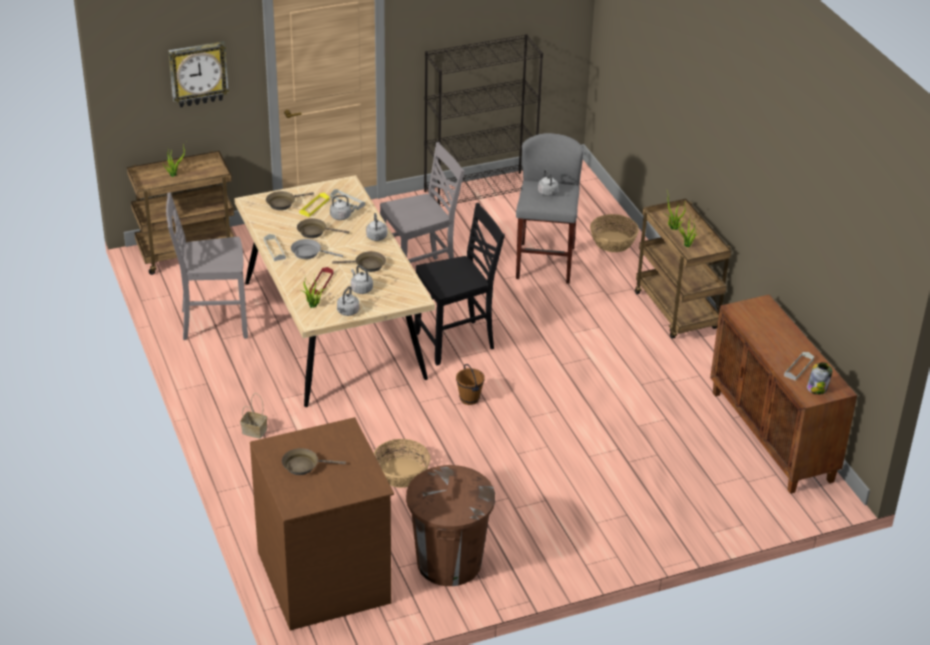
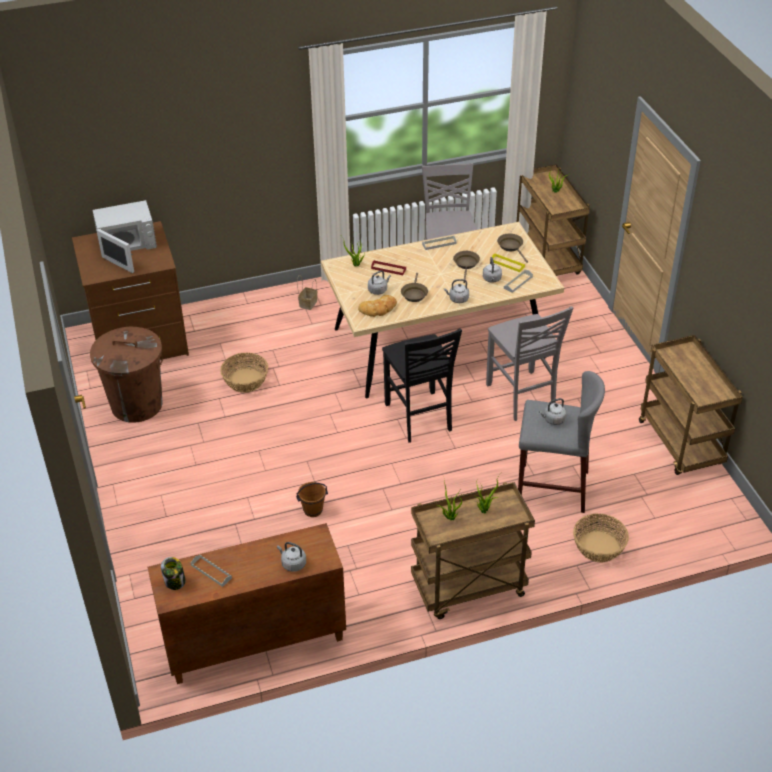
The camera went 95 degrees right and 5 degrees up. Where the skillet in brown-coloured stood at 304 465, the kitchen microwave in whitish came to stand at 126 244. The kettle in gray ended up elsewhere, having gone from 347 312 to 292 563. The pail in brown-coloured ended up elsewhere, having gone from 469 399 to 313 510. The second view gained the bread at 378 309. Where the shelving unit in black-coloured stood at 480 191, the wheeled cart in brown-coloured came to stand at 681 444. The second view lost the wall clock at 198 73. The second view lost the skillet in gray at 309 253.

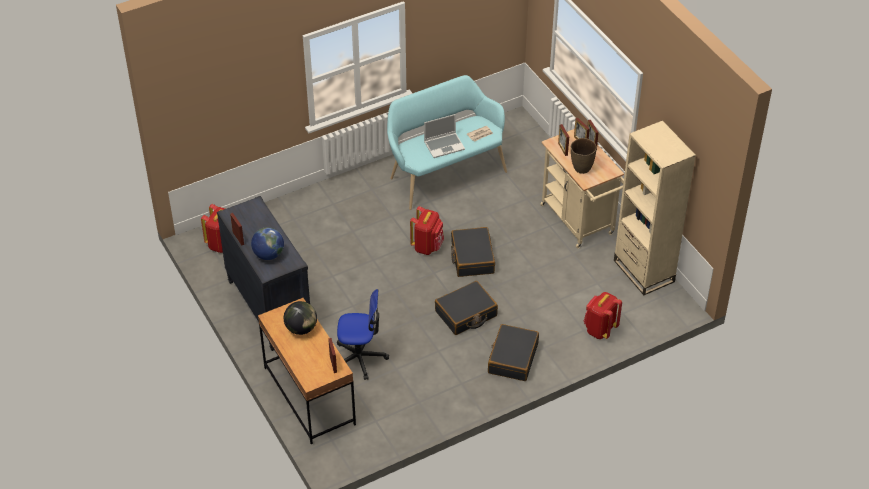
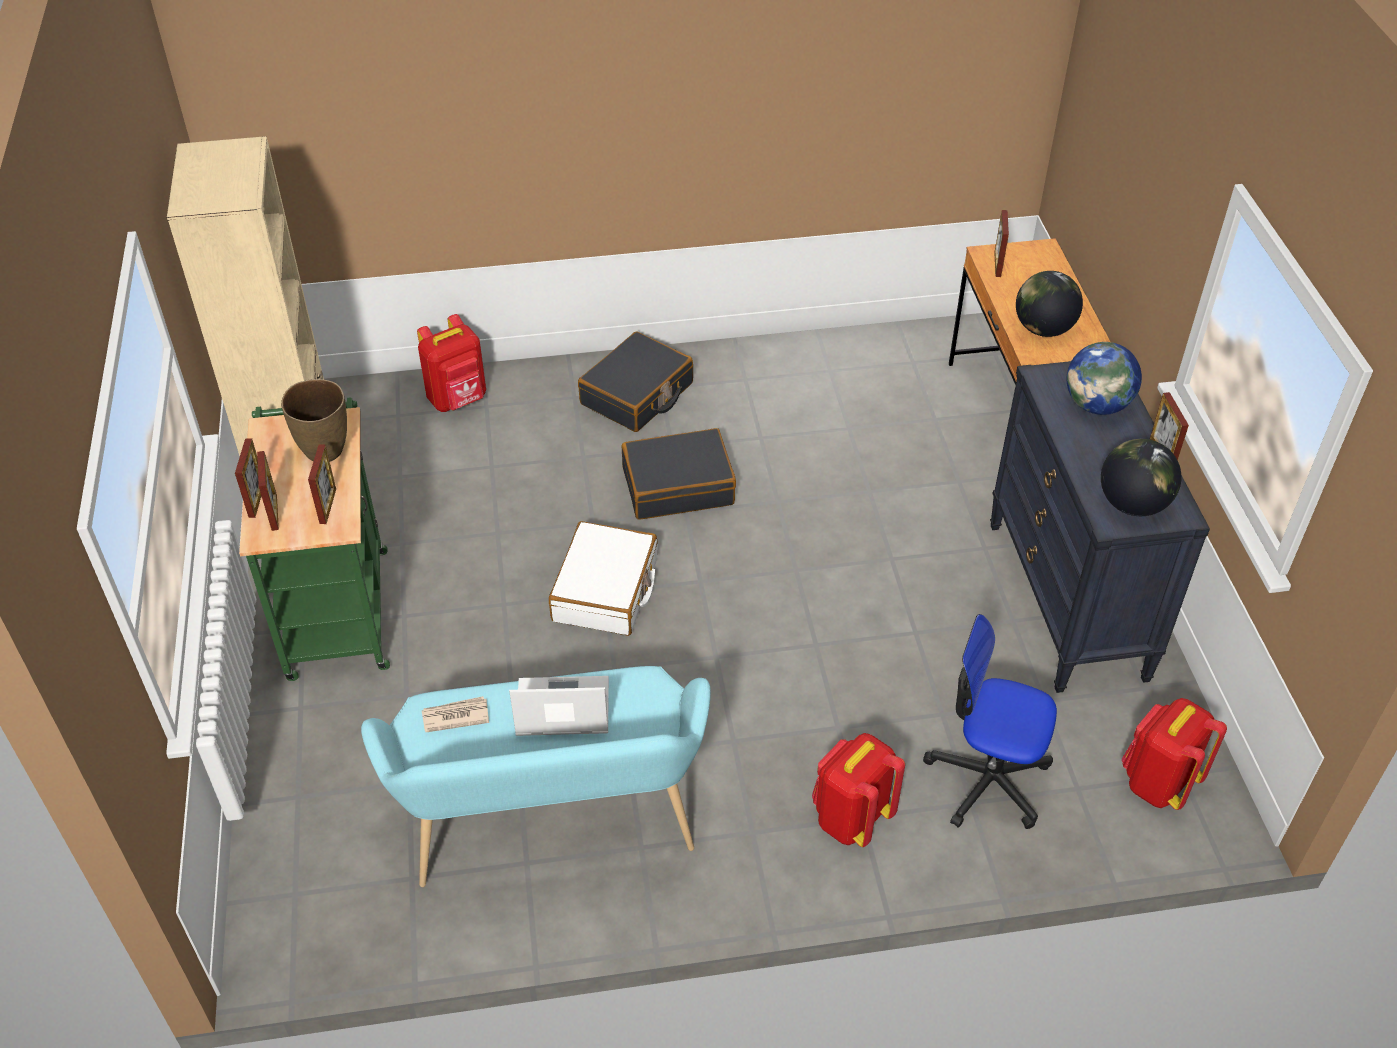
The camera went 160 degrees left and 0 degrees up. What was the wheeled cart in sand-coloured at 580 222 turned into the wheeled cart in green-coloured at 337 604. What was the piece of luggage in black-coloured at 472 258 turned into the piece of luggage in whitish at 606 591. The knapsack in red-coloured ended up elsewhere, having gone from 427 246 to 851 818. The office chair ended up elsewhere, having gone from 360 357 to 987 779. The second view gained the desk globe at 1132 504.

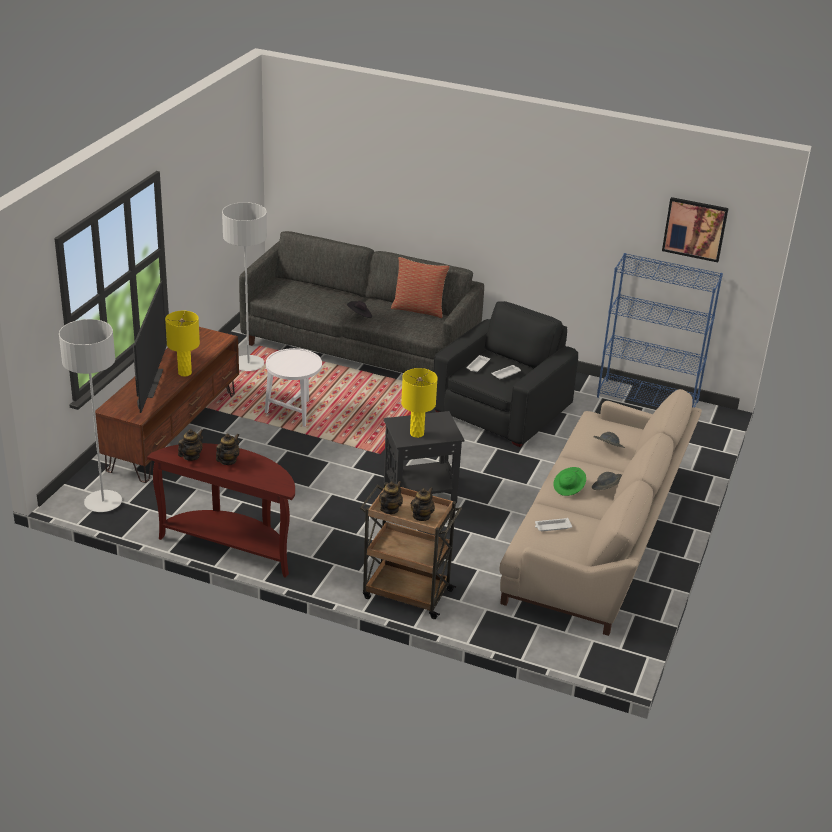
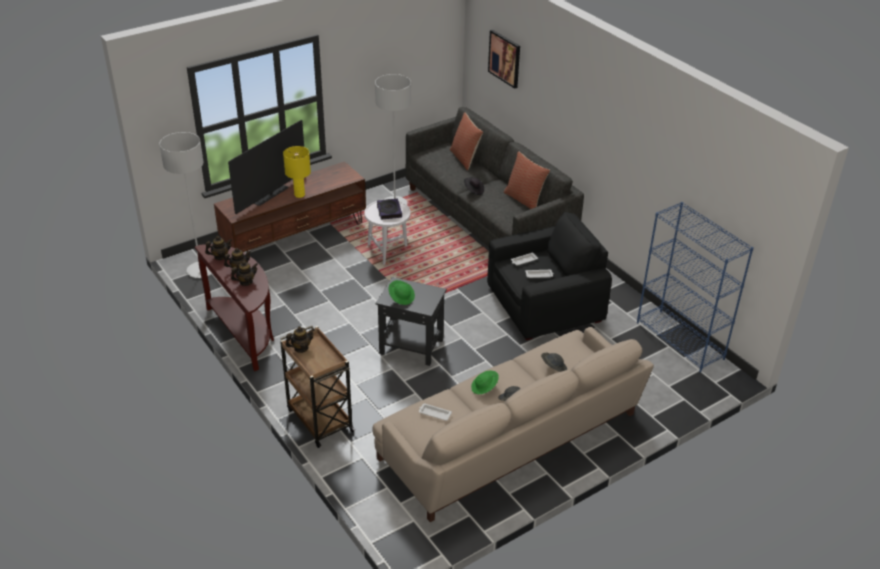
The camera went 35 degrees right and 5 degrees up. The tea pot ended up elsewhere, having gone from 421 516 to 246 282. The second view gained the book at 389 211. Where the lamp for a table in yellowish stood at 417 433, the clothing hat in green-coloured came to stand at 401 297. The second view gained the cushion at 465 158. The picture ended up elsewhere, having gone from 695 229 to 504 58.

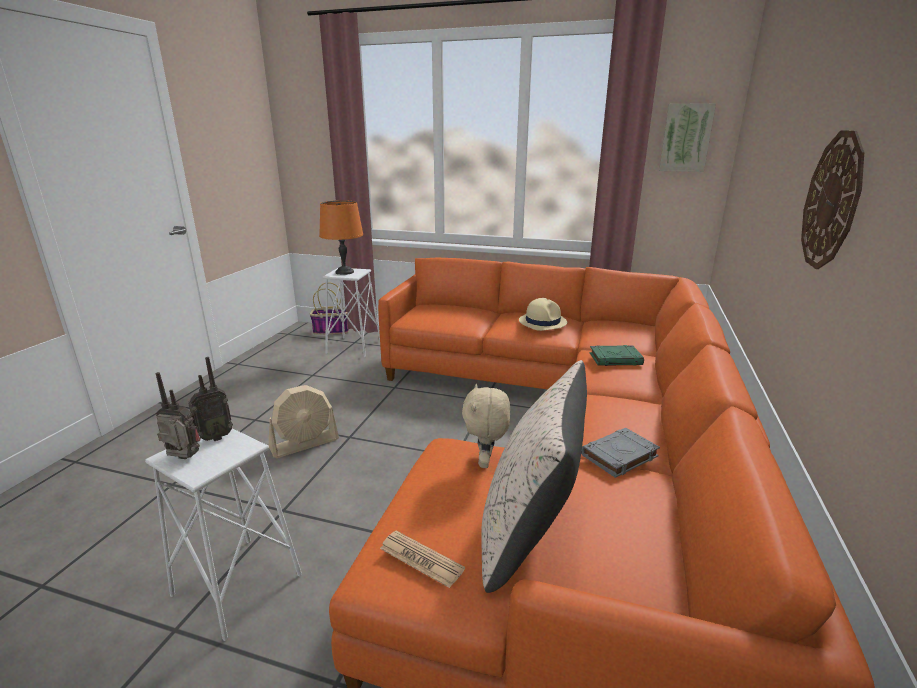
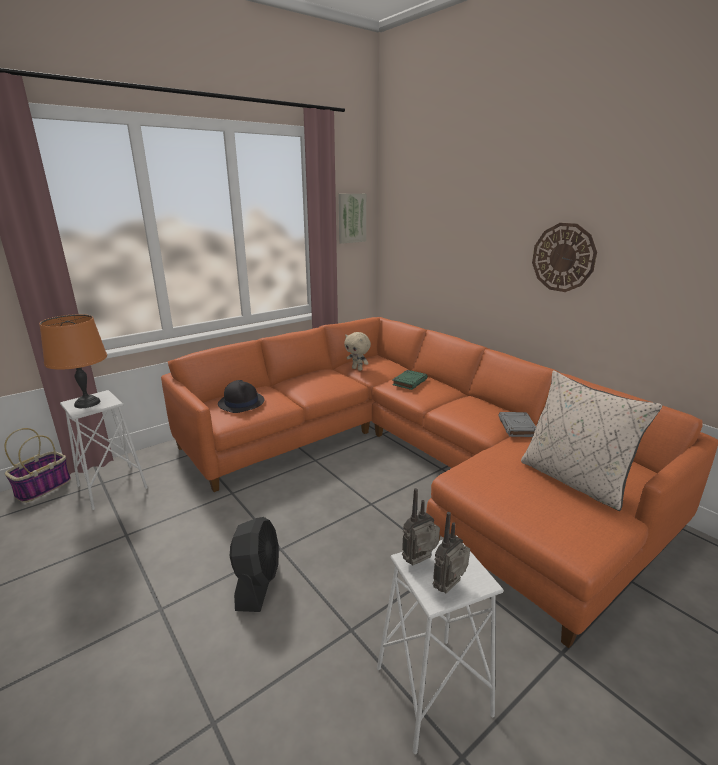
The camera went 55 degrees left and 0 degrees up. The second view gained the clothing hat in black-coloured at 241 402. What was the fan in sand-coloured at 305 443 turned into the fan in black-coloured at 257 582. The plush toy in sand-coloured ended up elsewhere, having gone from 486 462 to 357 369. The radio at 214 437 ended up facing another way, 120 degrees counterclockwise from before. The second view lost the printed paper at 421 559. The second view lost the clothing hat in sand-coloured at 542 322.

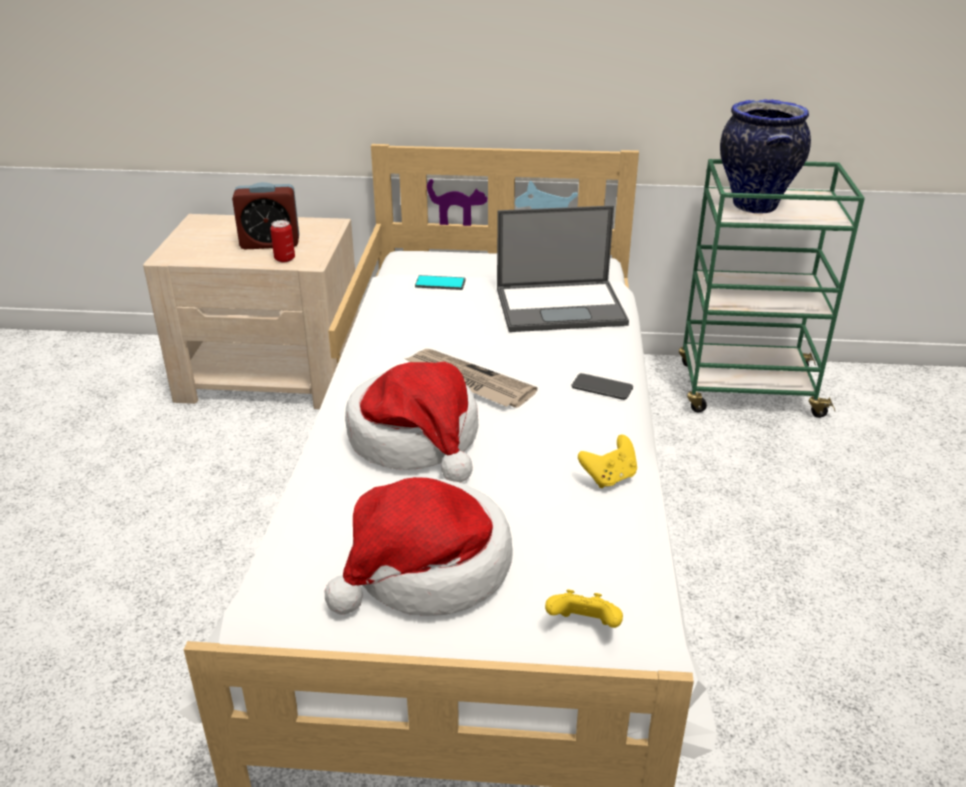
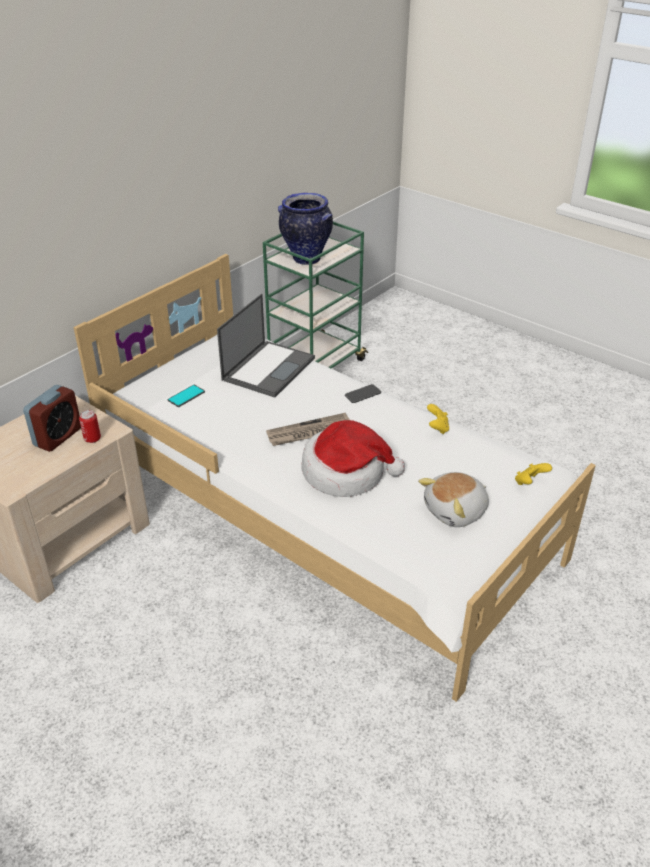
The camera went 55 degrees left and 5 degrees up. Where the clothing hat stood at 427 569, the plush toy came to stand at 456 511.

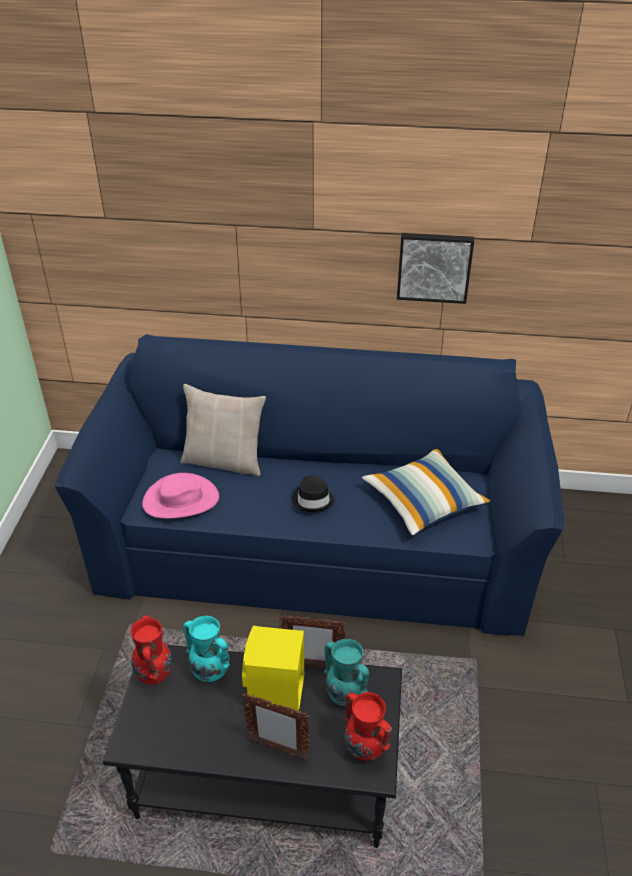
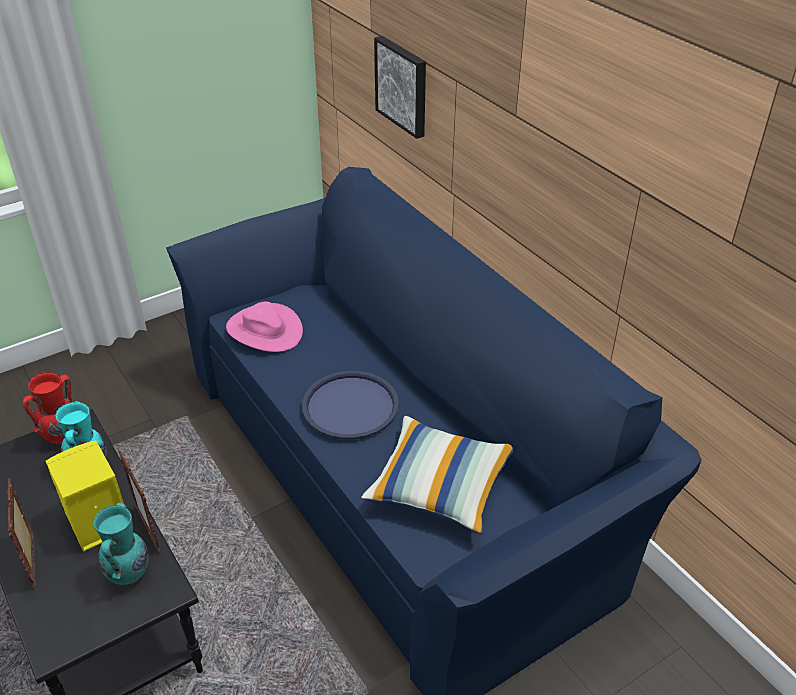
The camera went 50 degrees right and 0 degrees up. Where the clothing hat in black-coloured stood at 313 499, the tray in blue-coloured came to stand at 350 406. The picture ended up elsewhere, having gone from 434 266 to 403 86. The second view lost the cushion in sand-coloured at 224 460. The second view lost the vase in red-coloured at 365 749.

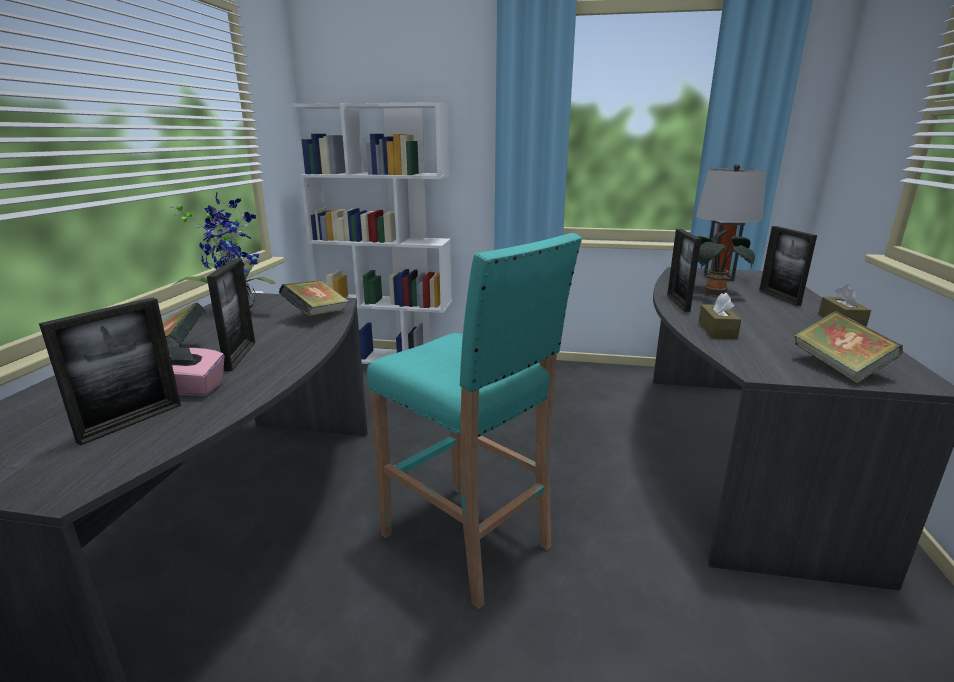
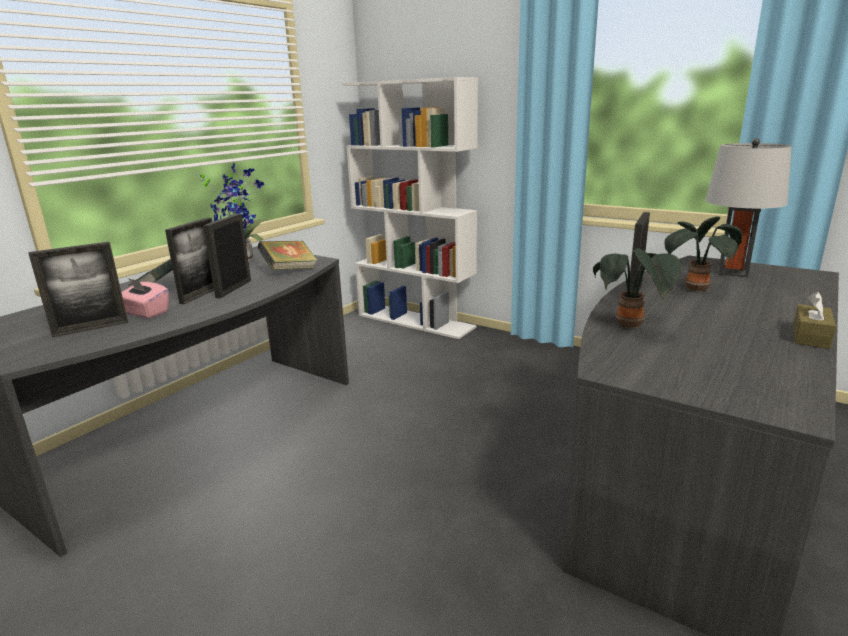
The camera went 25 degrees right and 0 degrees up. The photo frame ended up elsewhere, having gone from 779 297 to 234 289. Where the box of tissues in brown-coloured stood at 717 330, the plant in a pot came to stand at 631 326. The second view lost the sitting stool in turquoise-coloured at 468 542. The second view lost the book at 839 367.

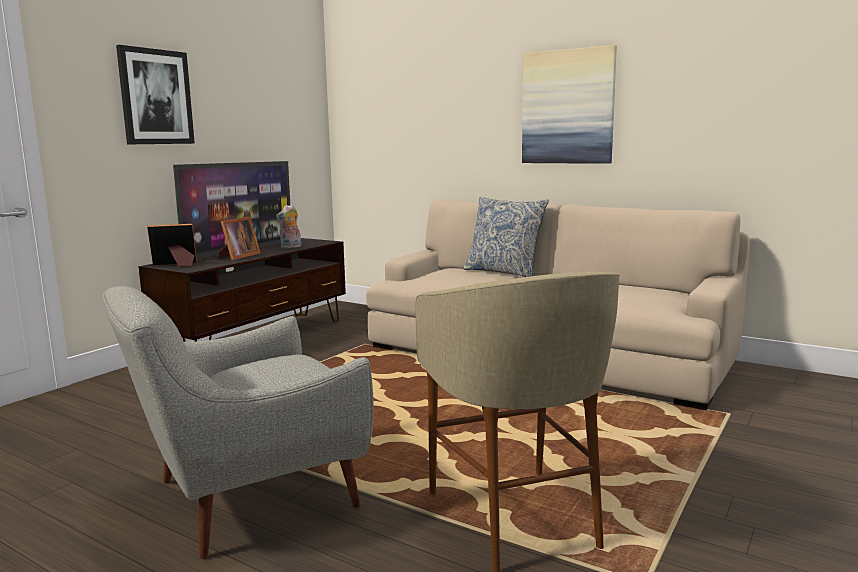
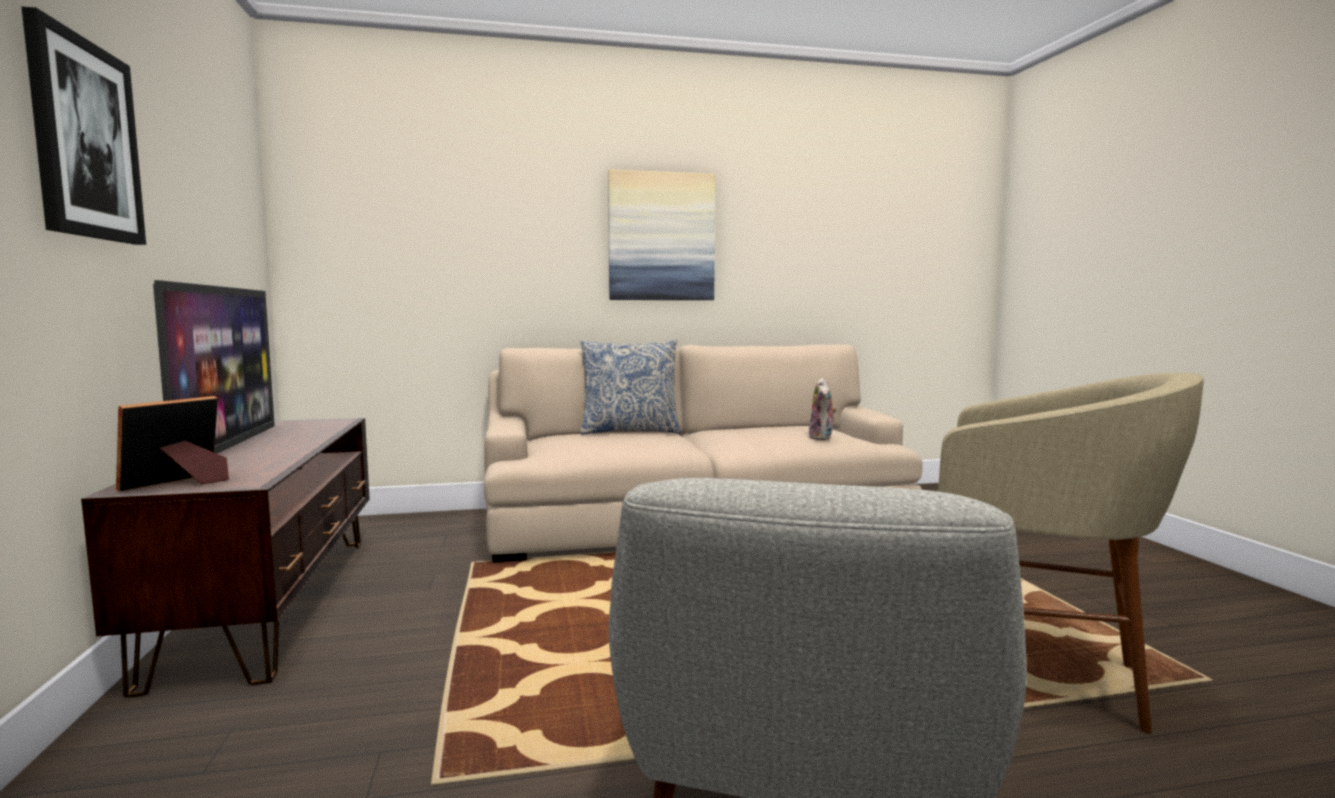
The camera went 45 degrees left and 5 degrees down. The plush toy ended up elsewhere, having gone from 291 247 to 822 438. The second view lost the photo frame at 238 257.

